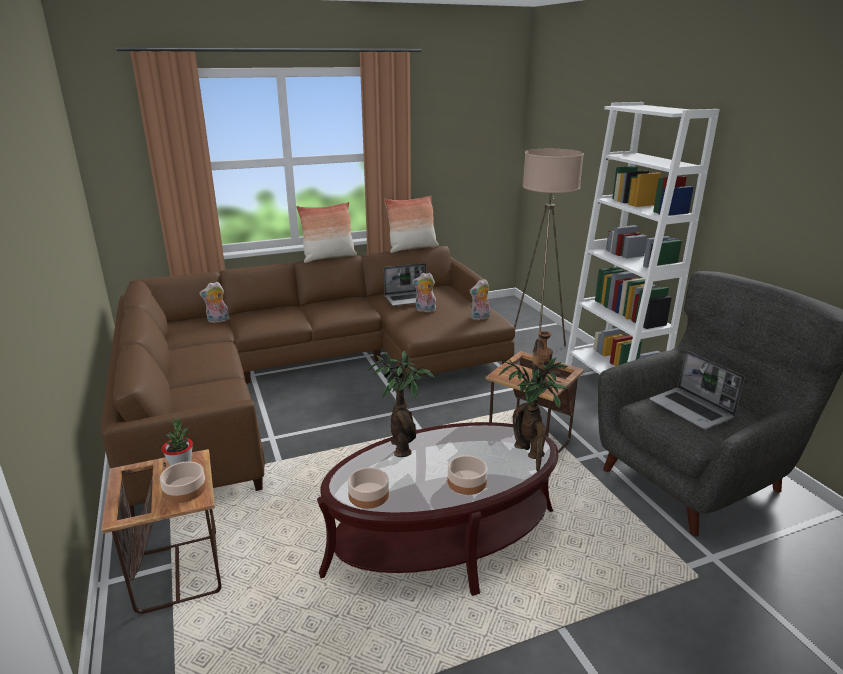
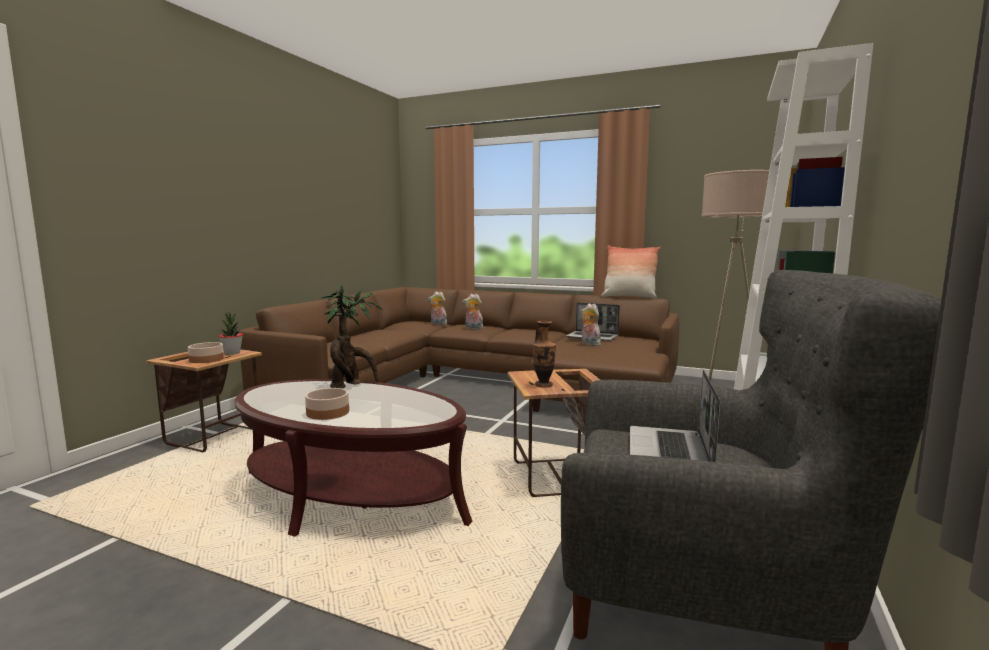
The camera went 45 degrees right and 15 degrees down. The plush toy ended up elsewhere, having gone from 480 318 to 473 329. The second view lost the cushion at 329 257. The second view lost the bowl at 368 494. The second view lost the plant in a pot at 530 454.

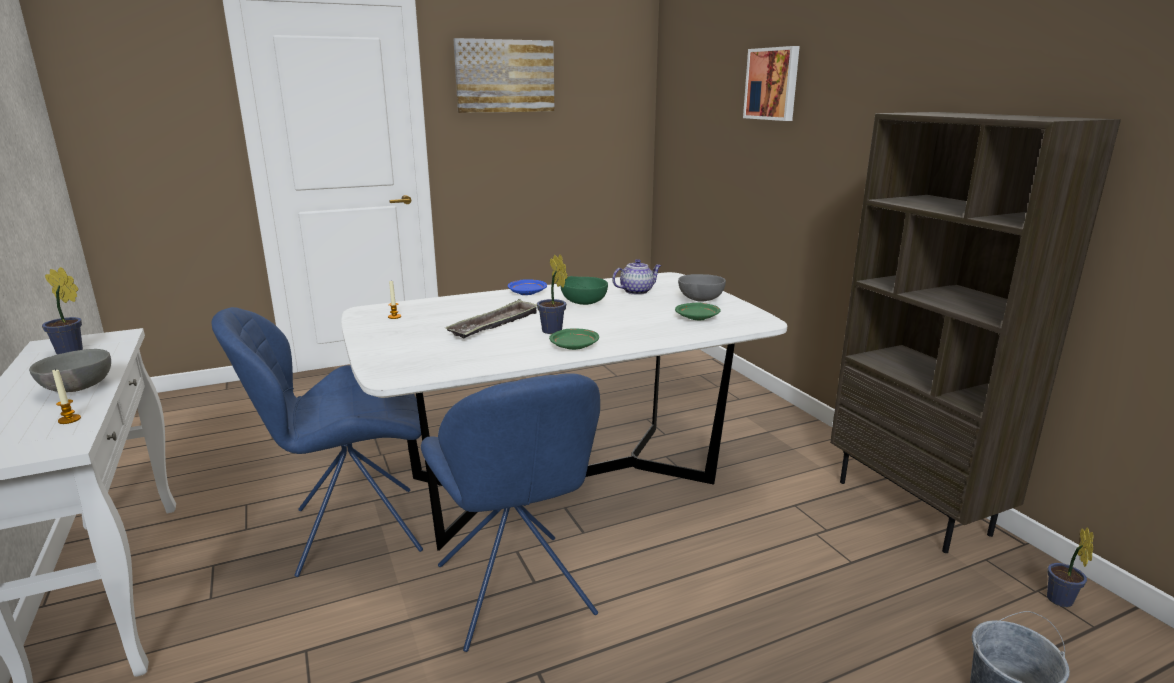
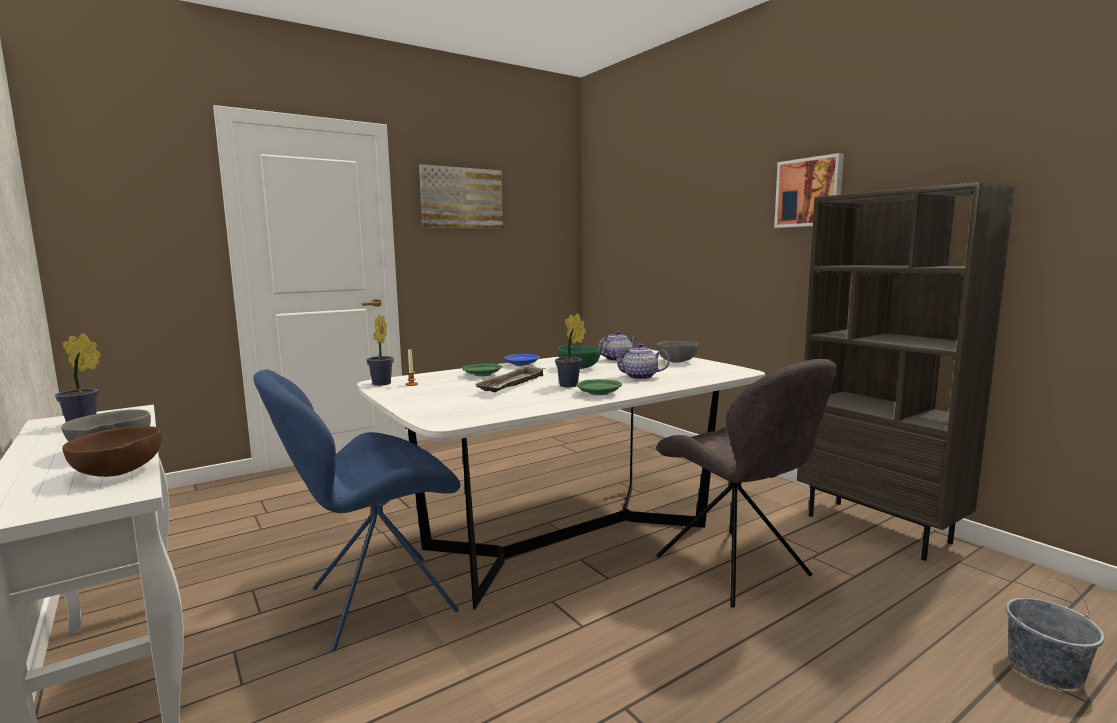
The camera went 10 degrees left and 10 degrees down. Where the wax candle stood at 69 419, the bowl in brown-coloured came to stand at 119 473. The plant in a pot ended up elsewhere, having gone from 1060 602 to 380 384. The flat dish in green-coloured ended up elsewhere, having gone from 697 318 to 483 375. The second view gained the tea pot at 639 377. The second view gained the chair in gray at 736 569. The picture ended up elsewhere, having gone from 773 84 to 809 192. The second view lost the chair in blue-coloured at 515 594.

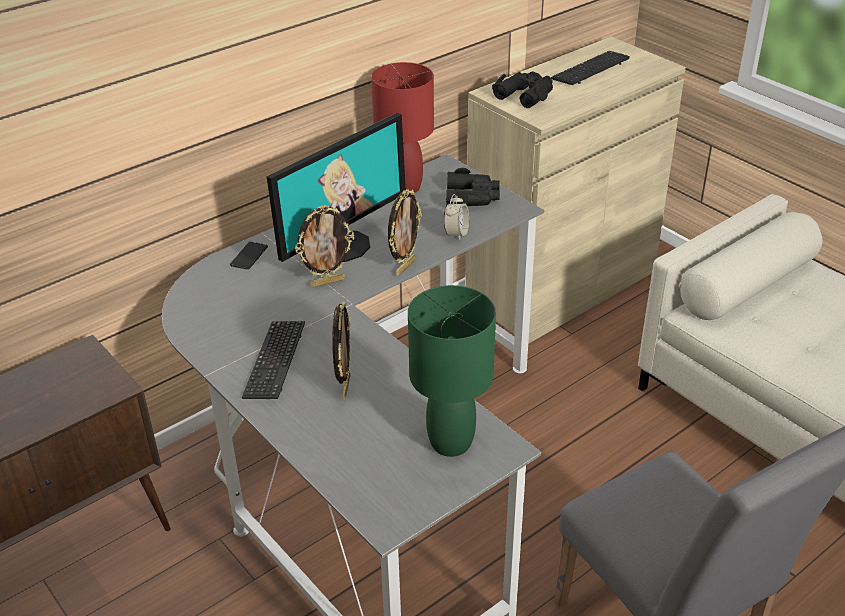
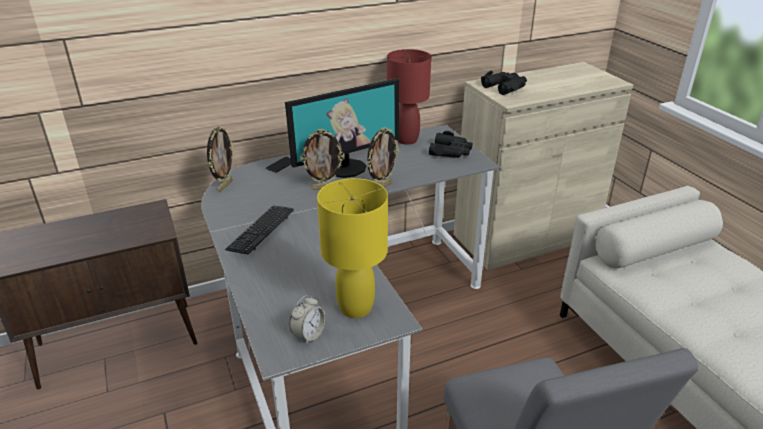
The camera went 15 degrees right and 5 degrees down. The photo frame ended up elsewhere, having gone from 345 387 to 224 185. The bedside clock ended up elsewhere, having gone from 456 234 to 308 335. What was the lamp for a table in green-coloured at 451 442 turned into the lamp for a table in yellowish at 356 307. The second view lost the computer keyboard at 590 70.

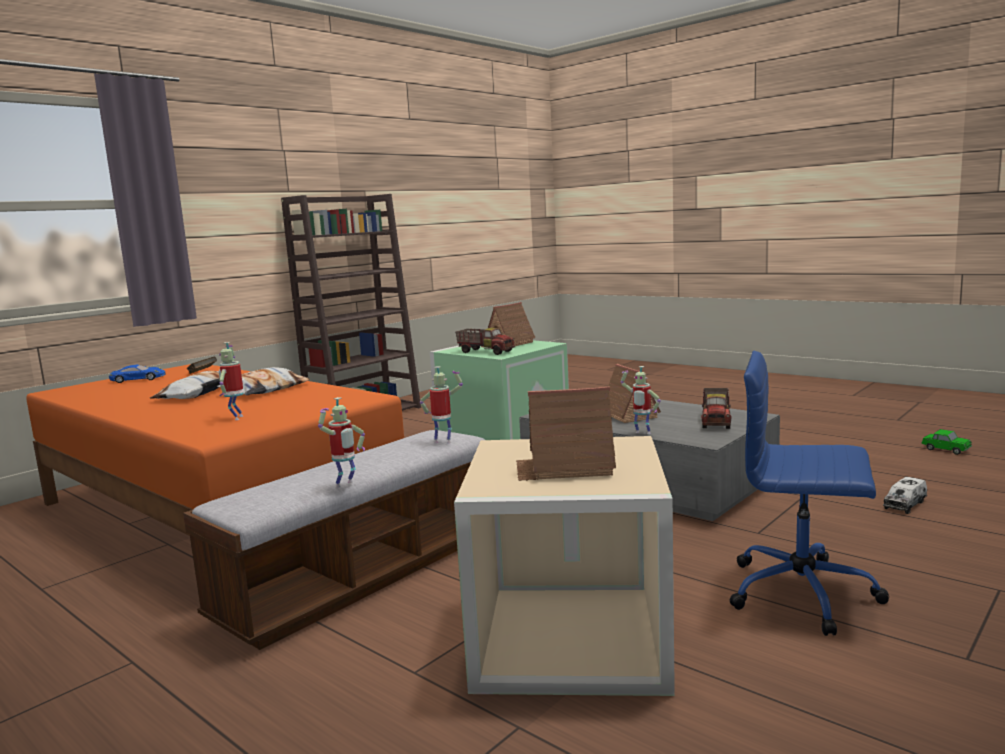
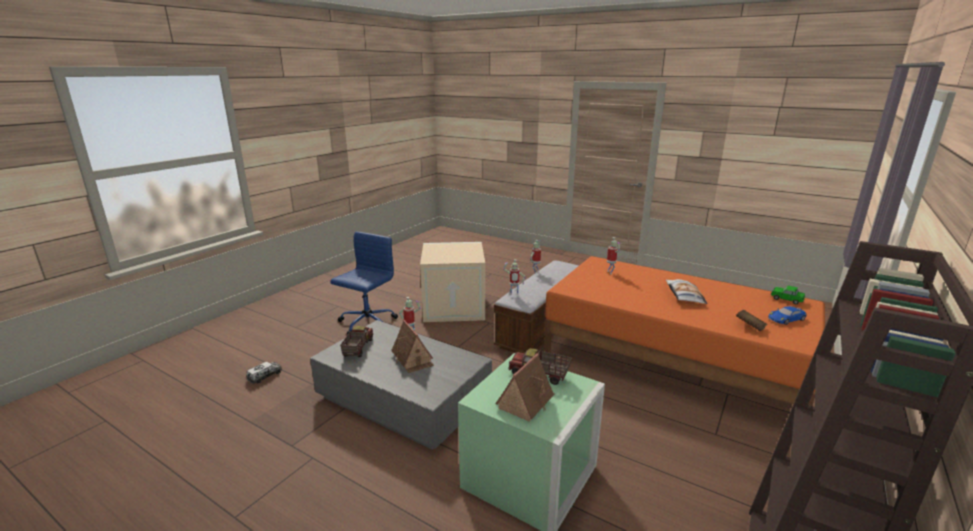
The camera went 170 degrees right and 10 degrees up. The office chair in blue-coloured at 804 593 ended up facing another way, 75 degrees counterclockwise from before. The miniature car ended up elsewhere, having gone from 946 450 to 786 299. The second view lost the cushion at 266 390. The second view lost the miniature house at 565 468.

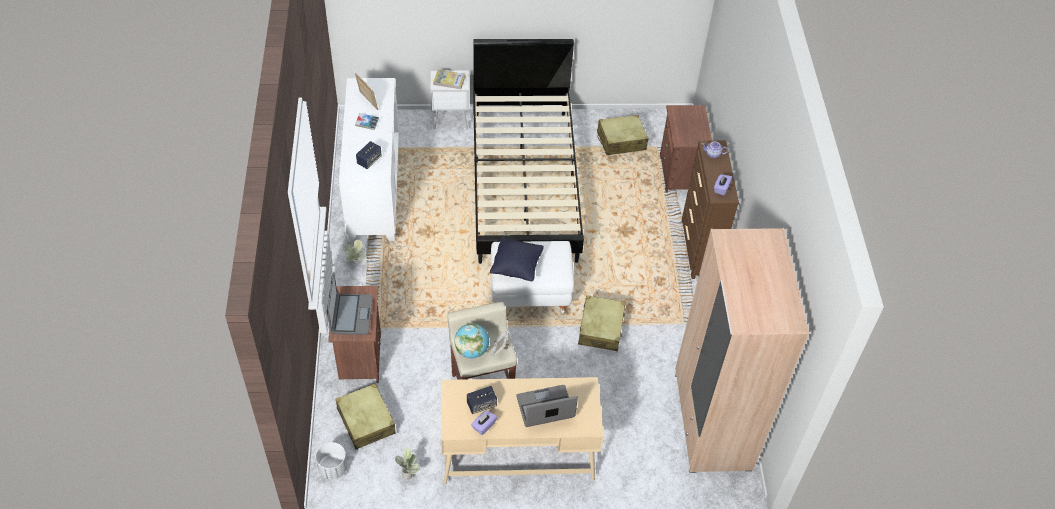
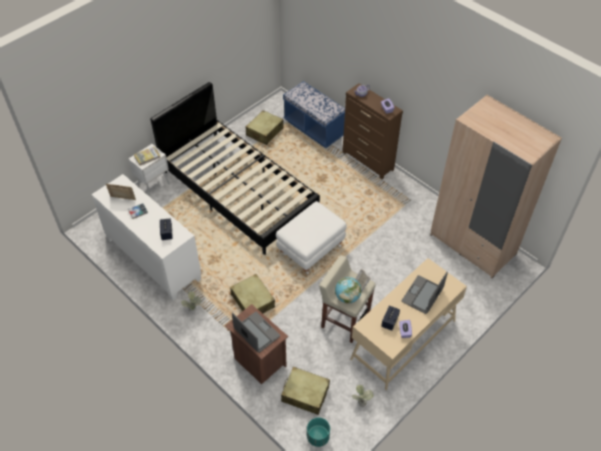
The camera went 40 degrees left and 0 degrees up. The piece of luggage in sand-coloured ended up elsewhere, having gone from 601 328 to 252 301. Where the nightstand in brown-coloured stood at 680 173, the bench in blue-coloured came to stand at 314 128. What was the plant pot in whitish at 332 468 turned into the plant pot in turquoise-coloured at 318 437. The second view lost the cushion in black-coloured at 516 267.

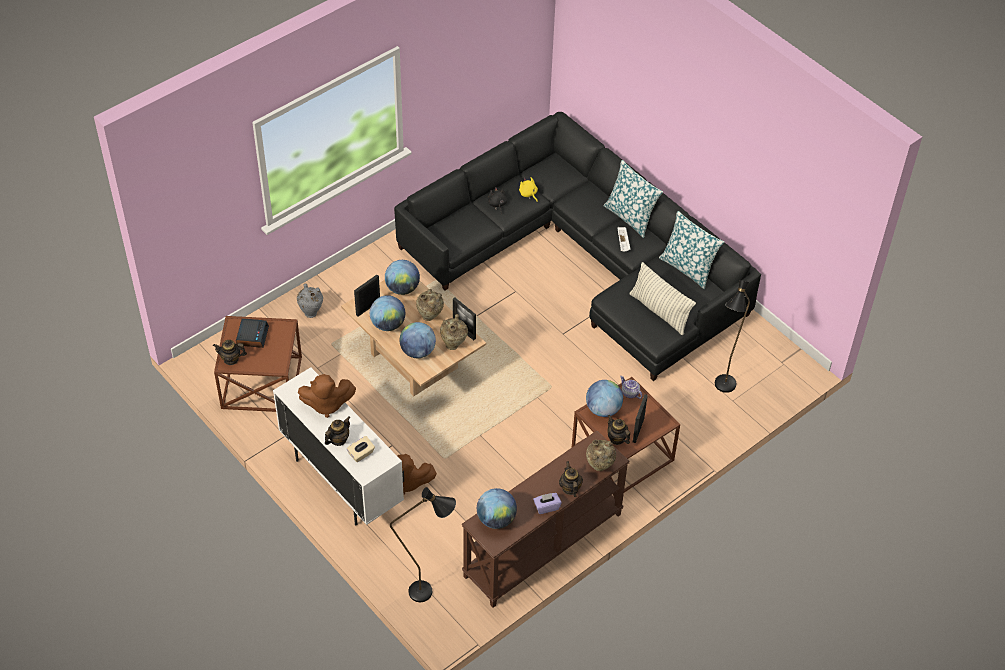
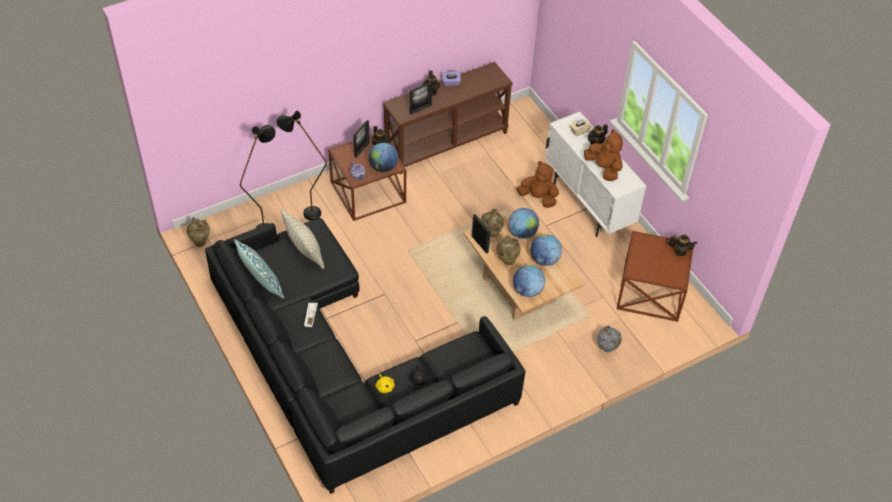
The camera went 170 degrees left and 0 degrees up. The vase in sand-coloured ended up elsewhere, having gone from 599 467 to 200 242. The floor lamp in black-coloured ended up elsewhere, having gone from 429 593 to 305 212. The photo frame ended up elsewhere, having gone from 368 307 to 420 109. The plush toy in brown-coloured at 326 404 ended up facing another way, 45 degrees clockwise from before. The second view lost the bedside clock at 252 335. The second view lost the desk globe at 496 519. The second view lost the cushion at 630 217.

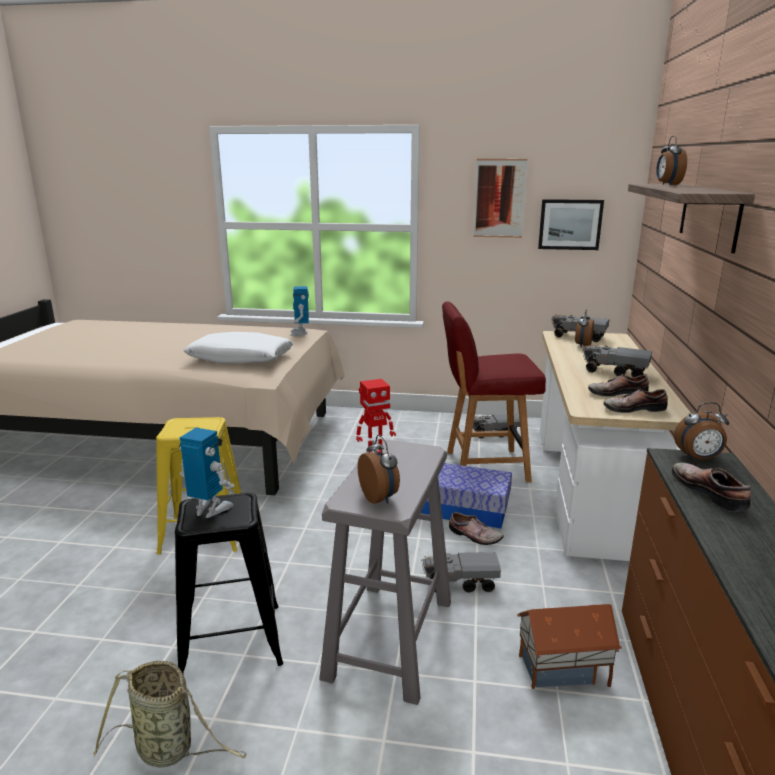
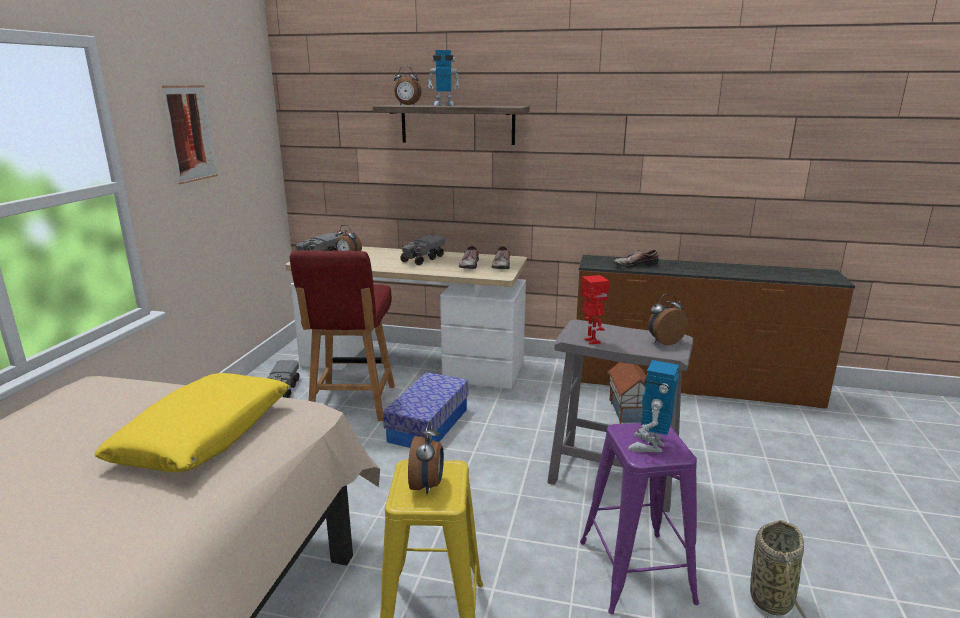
The camera went 85 degrees left and 0 degrees up. What was the cushion in whitish at 240 359 turned into the cushion in yellowish at 204 435. The bedside clock ended up elsewhere, having gone from 698 458 to 427 485. The robot figure ended up elsewhere, having gone from 300 333 to 444 105. What was the sitting stool in black-coloured at 231 641 turned into the sitting stool in purple-coloured at 635 571. The second view lost the model truck at 460 583. The second view lost the shoe at 474 536. The second view lost the picture at 570 224.

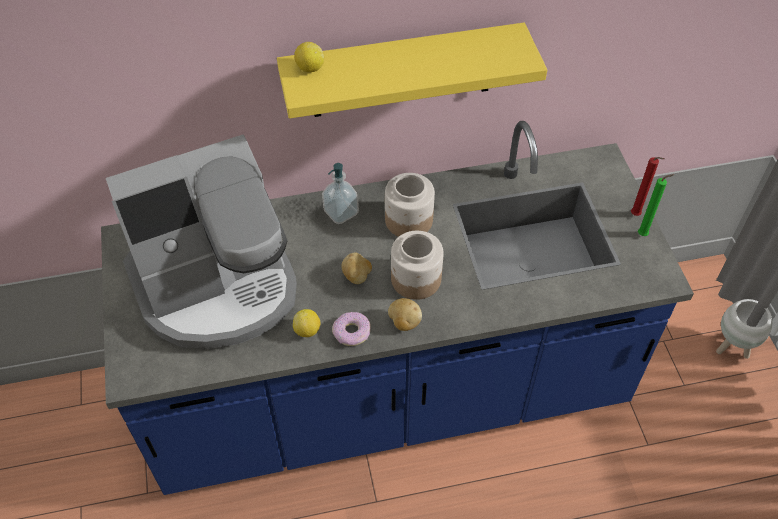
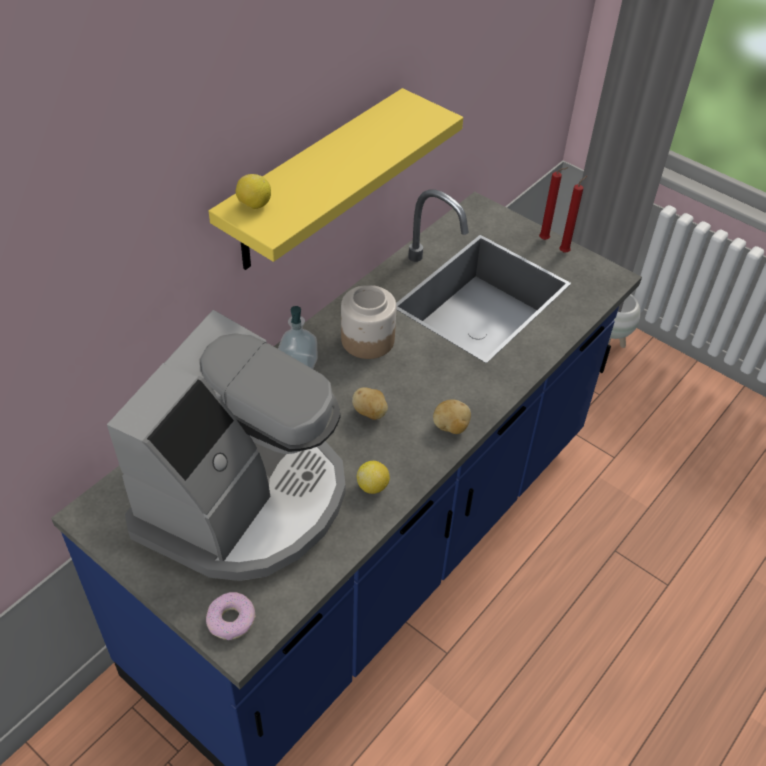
The camera went 40 degrees left and 5 degrees down. The donut ended up elsewhere, having gone from 352 332 to 231 620. What was the wax candle in green-coloured at 644 235 turned into the wax candle in red-coloured at 565 251. The second view lost the preserve jar at 415 279.

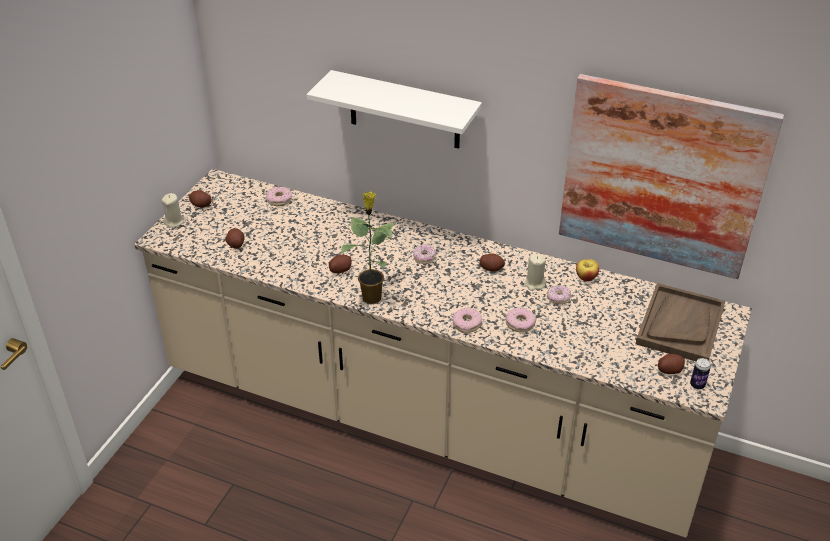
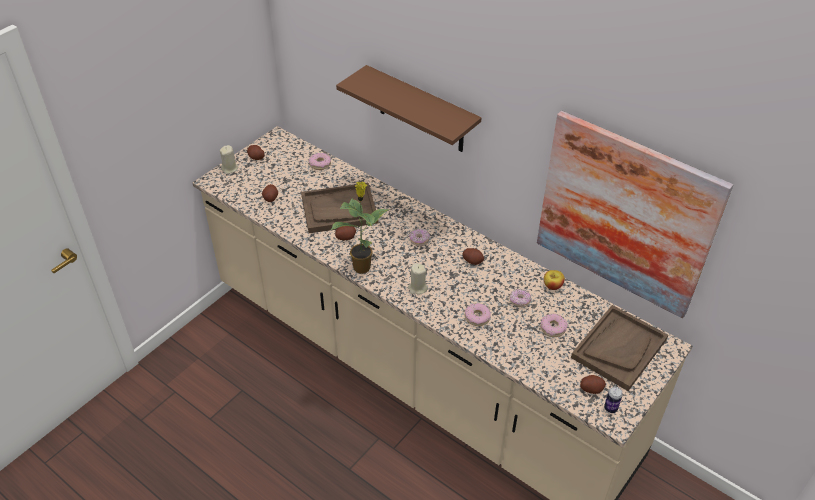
The camera went 15 degrees right and 5 degrees up. The second view gained the tray in brown-coloured at 339 210. What was the wall shelf in whitish at 404 110 turned into the wall shelf in brown-coloured at 421 111. The wax candle in sand-coloured ended up elsewhere, having gone from 534 284 to 417 288. The donut ended up elsewhere, having gone from 467 324 to 553 328.

